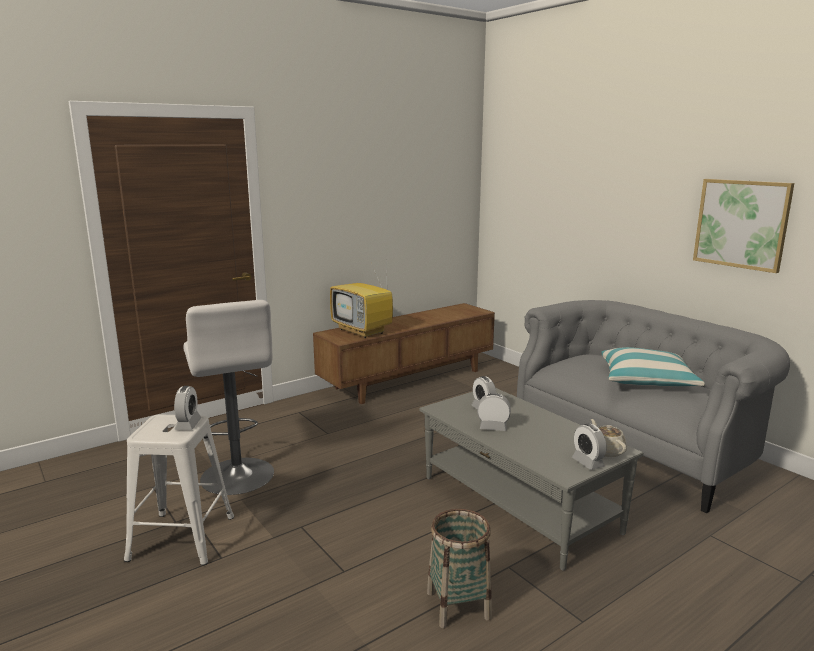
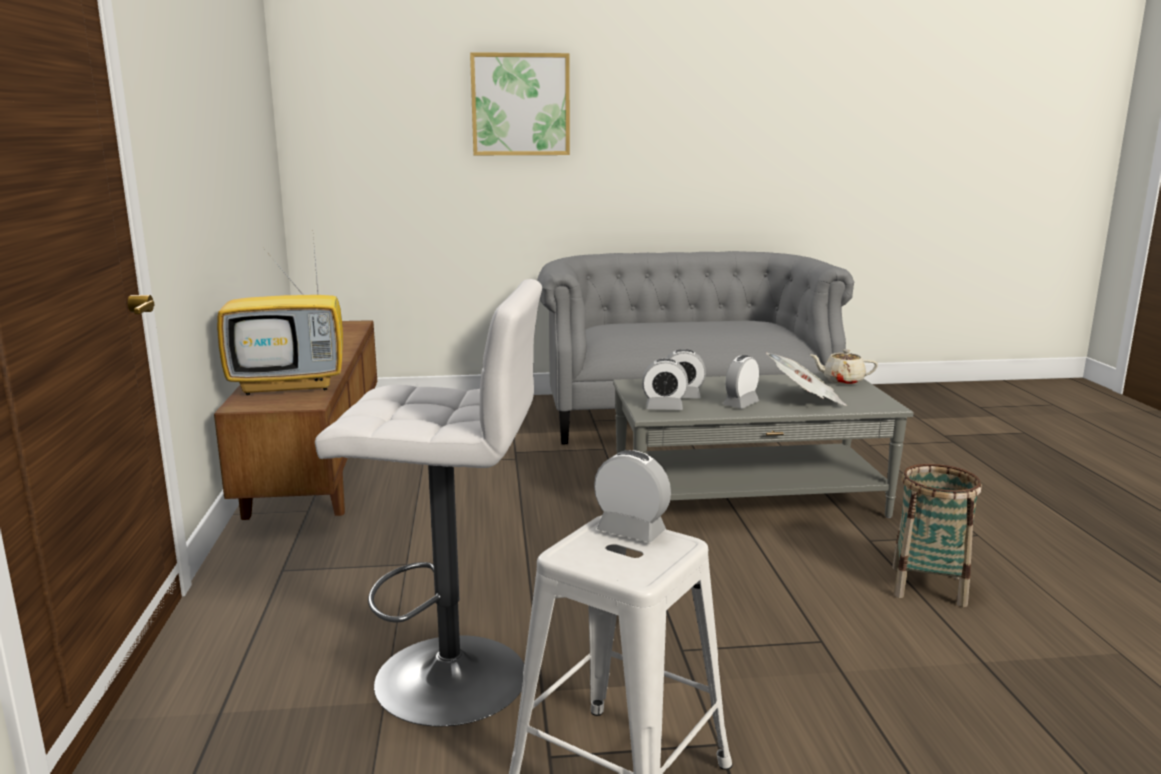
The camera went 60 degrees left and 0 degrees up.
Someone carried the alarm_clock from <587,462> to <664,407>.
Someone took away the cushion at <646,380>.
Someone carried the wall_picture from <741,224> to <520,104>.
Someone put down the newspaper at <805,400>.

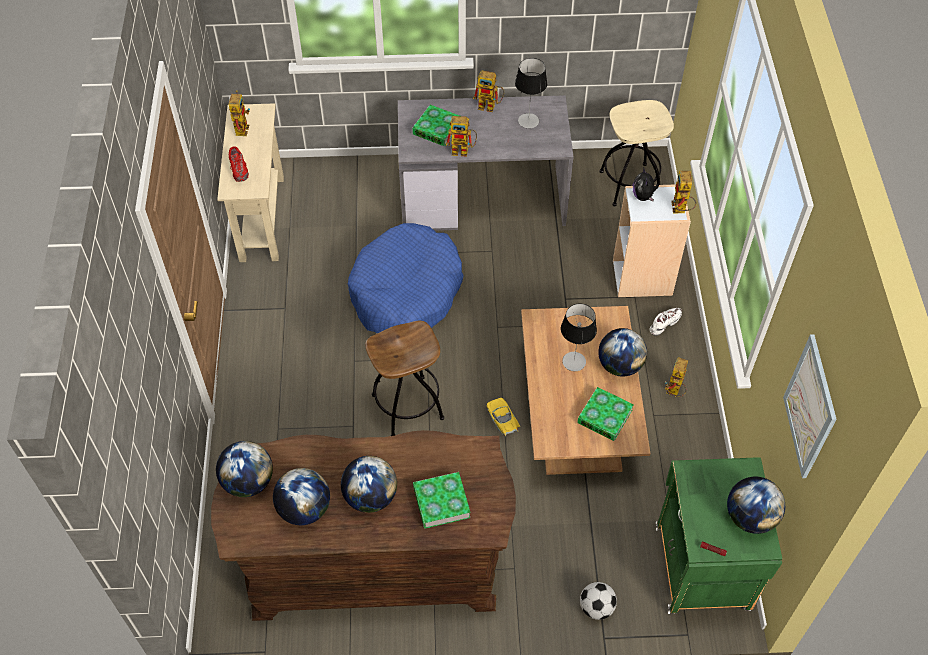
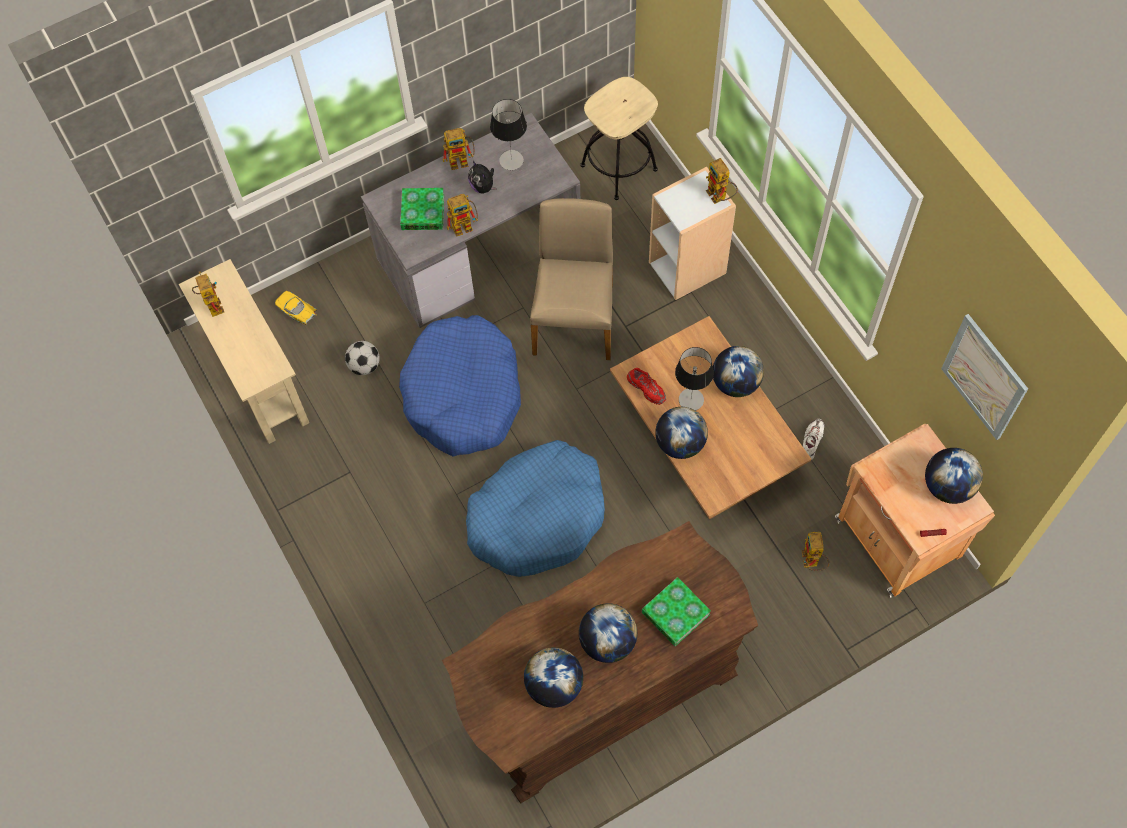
The camera went 25 degrees left and 10 degrees up.
Someone carried the desk_globe from <248,482> to <680,443>.
Someone carried the reddish_shoe from <239,170> to <646,389>.
Someone swapped the brown-coloured_sitting_stool at <407,406> for the blue-coloured_pet_bed at <538,516>.
Someone carried the yellow-coloured_model_car from <502,420> to <296,311>.
Someone took away the book at <604,416>.
Someone carried the football from <596,608> to <364,366>.
Someone carried the cuddly_toy from <643,196> to <483,186>.
Someone carried the white_shoe from <664,323> to <811,442>.
Someone repainted the green-coloured_cart at <701,570>, which became the brown-coloured_cart at <897,541>.
Someone carried the robot_figure from <674,392> to <812,562>.
Someone put down the beige_upright_chair at <575,318>.

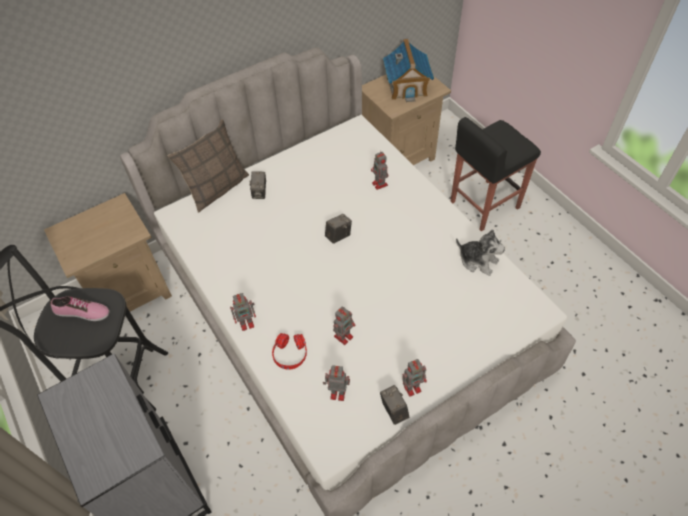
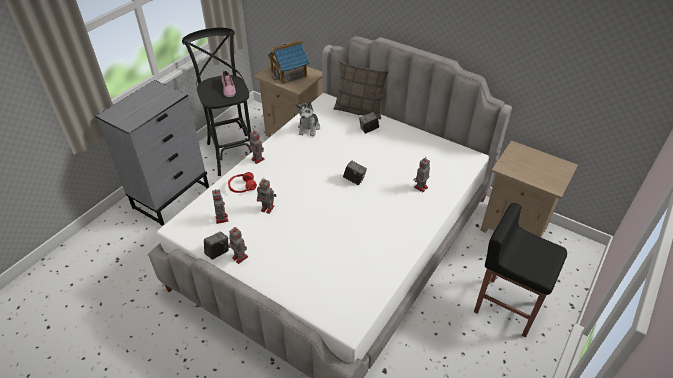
The camera went 65 degrees right and 10 degrees down.
Someone carried the toy_house from <407,86> to <289,74>.
Someone carried the cuddly_toy from <478,260> to <309,128>.

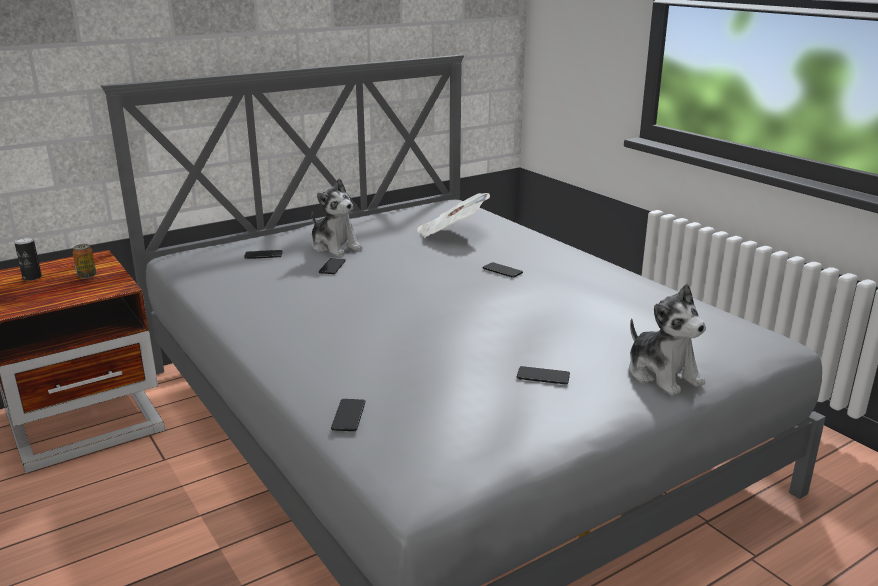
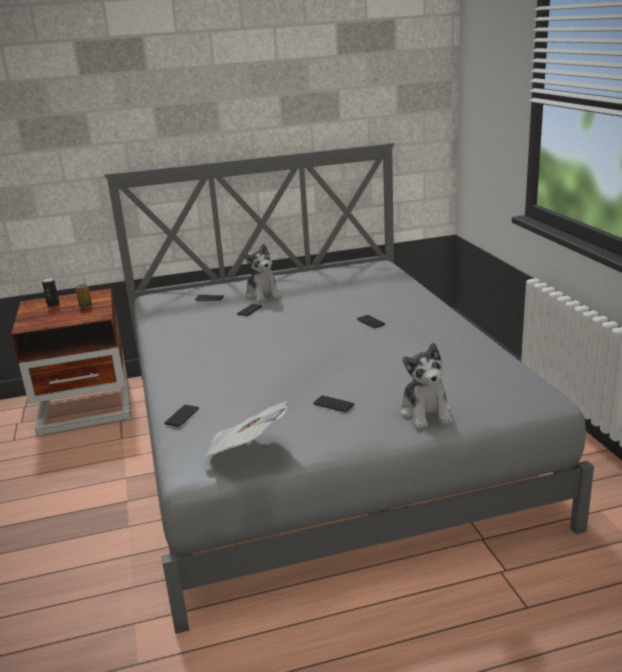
The camera went 20 degrees right and 0 degrees up.
Someone carried the newspaper from <451,233> to <246,450>.

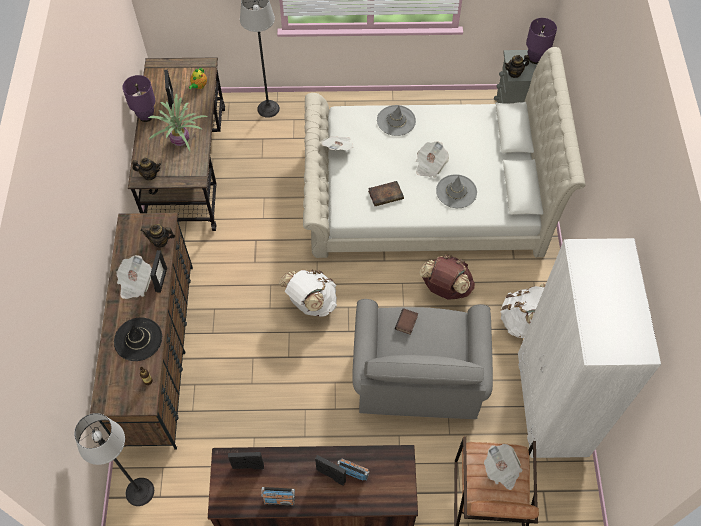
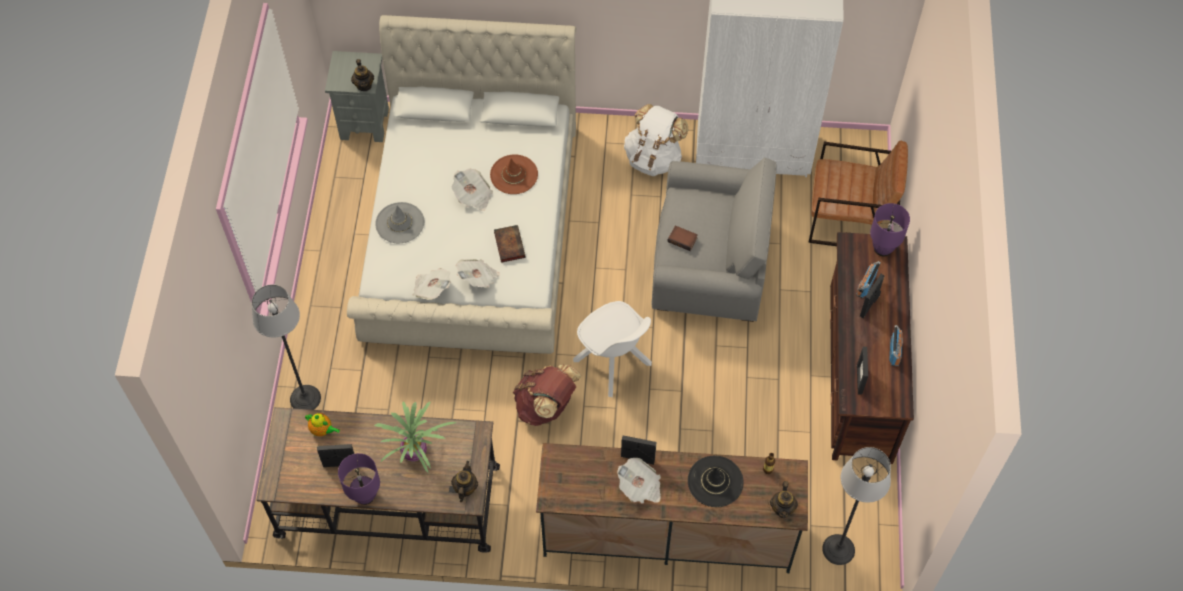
The camera went 85 degrees left and 0 degrees up.
Someone carried the teapot from <160,241> to <782,508>.
Someone swapped the white_backpack at <311,303> for the white_upright_chair at <613,363>.
Someone carried the brown-coloured_backpack from <445,288> to <546,406>.
Someone repainted the greyish_clothing_hat at <456,191>, which became the brown-coloured_clothing_hat at <514,175>.
Someone carried the newspaper from <501,470> to <478,278>.
Someone carried the purple-coloured_lamp_for_a_table from <535,59> to <882,249>.

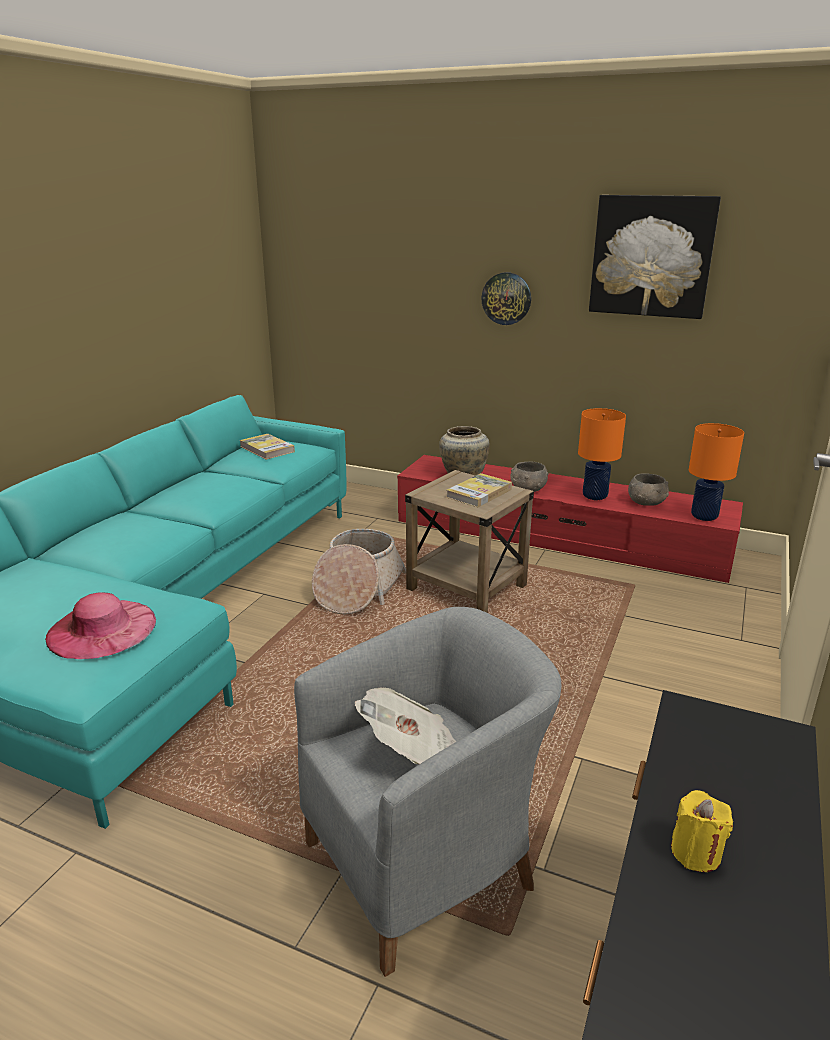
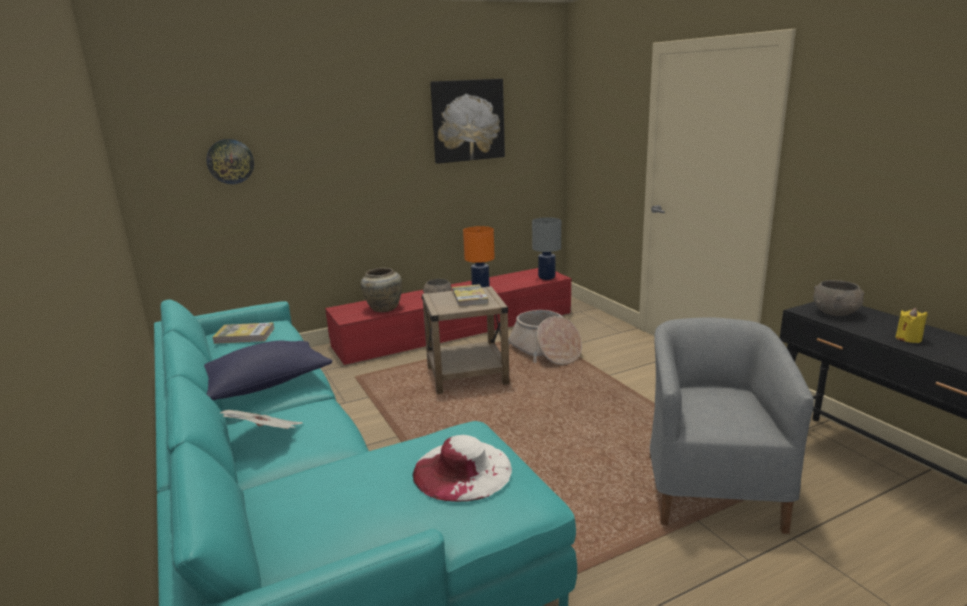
The camera went 50 degrees left and 5 degrees down.
Someone repainted the pink_clothing_hat at <101,629>, which became the white_clothing_hat at <462,470>.
Someone carried the storage_basket from <358,589> to <545,352>.
Someone carried the newspaper from <412,750> to <266,436>.
Someone carried the wall_clock from <506,298> to <230,161>.
Someone carried the greyish_bowl from <646,503> to <836,312>.
Someone repainted the orange-coloured_lamp_for_a_table at <704,518>, which became the greyish_lamp_for_a_table at <546,278>.
Someone put down the blue-coloured_cushion at <263,386>.

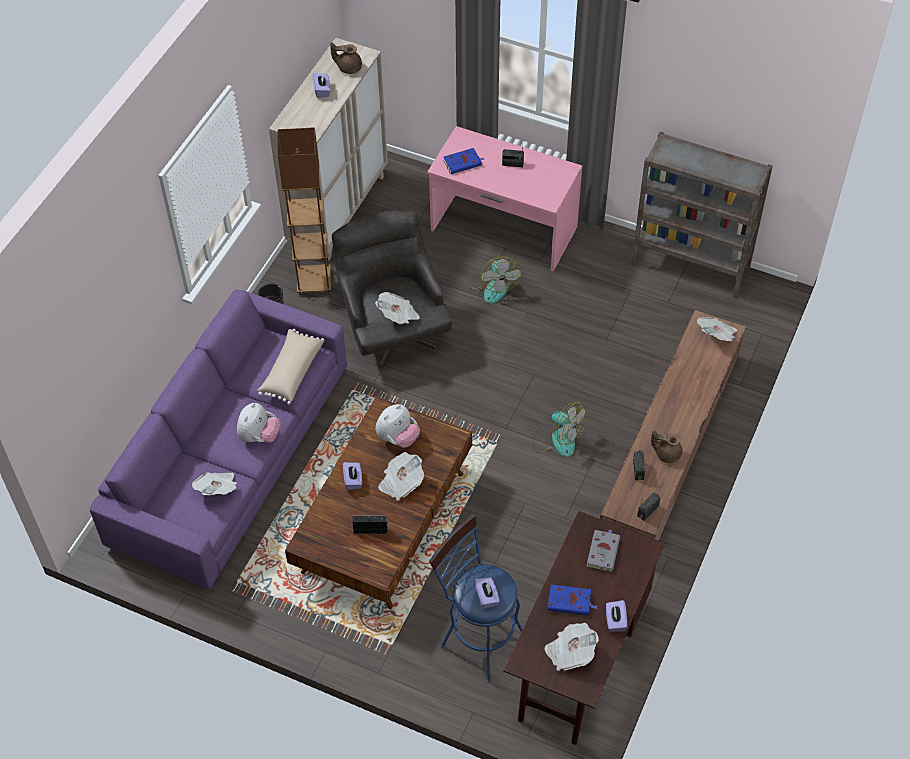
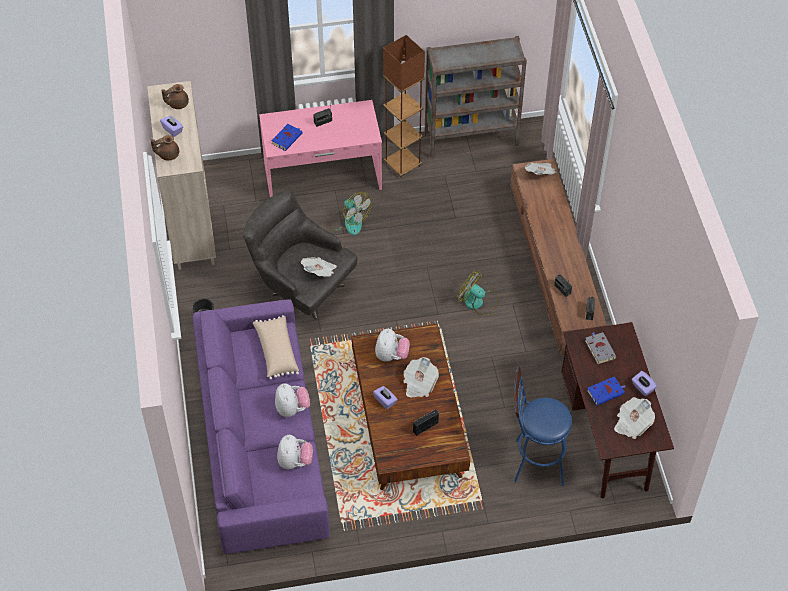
The camera went 35 degrees left and 0 degrees up.
Someone swapped the newspaper at <218,489> for the cuddly_toy at <294,461>.
Someone carried the brown-coloured_floor_lamp from <314,282> to <402,164>.
Someone took away the purple-coloured_tissue_holder at <486,597>.
Someone rotated the fan at <557,438> by 150 degrees counterclockwise.
Someone carried the brown-coloured_teapot from <666,453> to <167,154>.

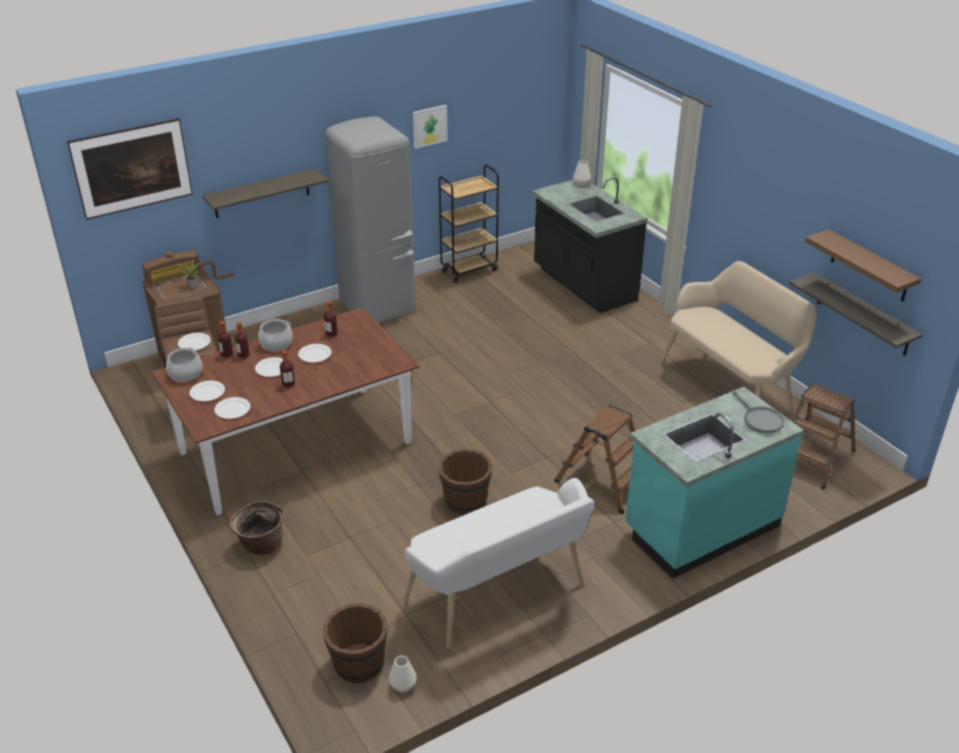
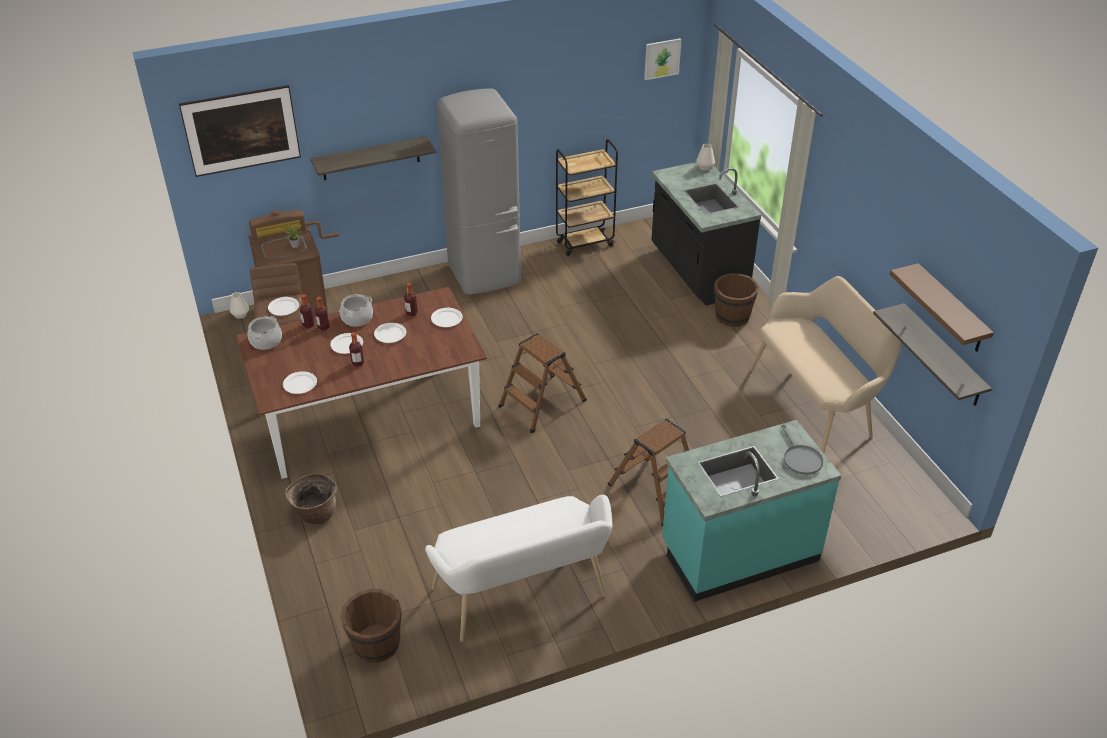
The camera went 10 degrees right and 5 degrees up.
Someone carried the white_plate from <207,392> to <446,319>.
Someone carried the white_flower_vase from <402,685> to <240,314>.
Someone carried the wall_picture from <429,126> to <662,58>.
Someone carried the brown-coloured_bucket from <465,501> to <732,316>.
Someone carried the brown-coloured_step_stool from <814,458> to <542,403>.

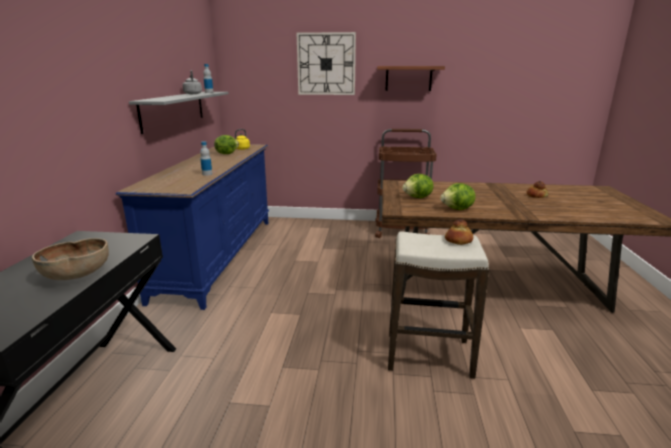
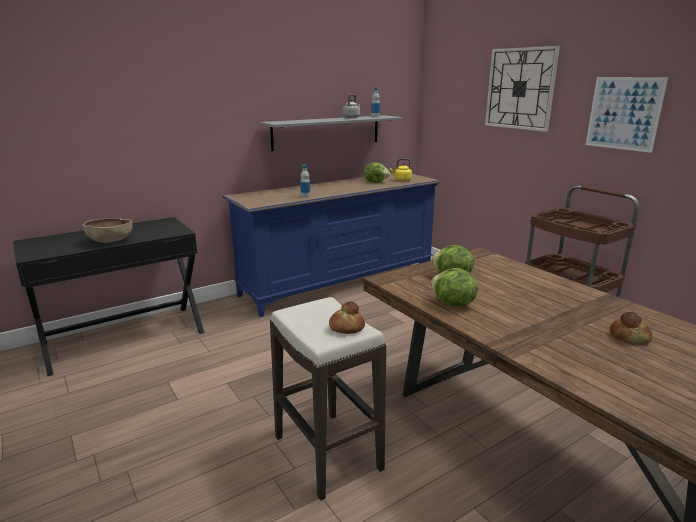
The camera went 50 degrees right and 0 degrees up.
Someone swapped the bracket_shelf at <408,78> for the wall_picture at <623,113>.

